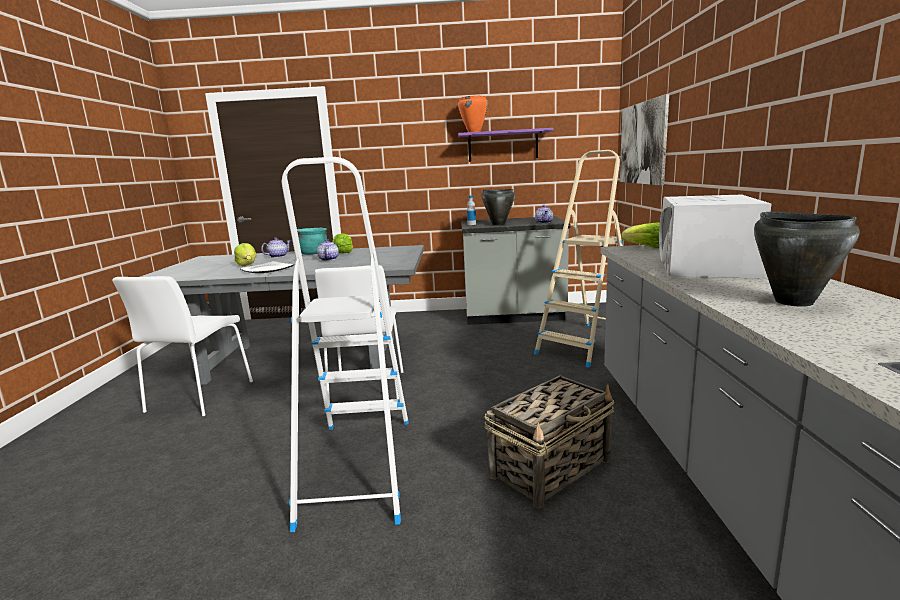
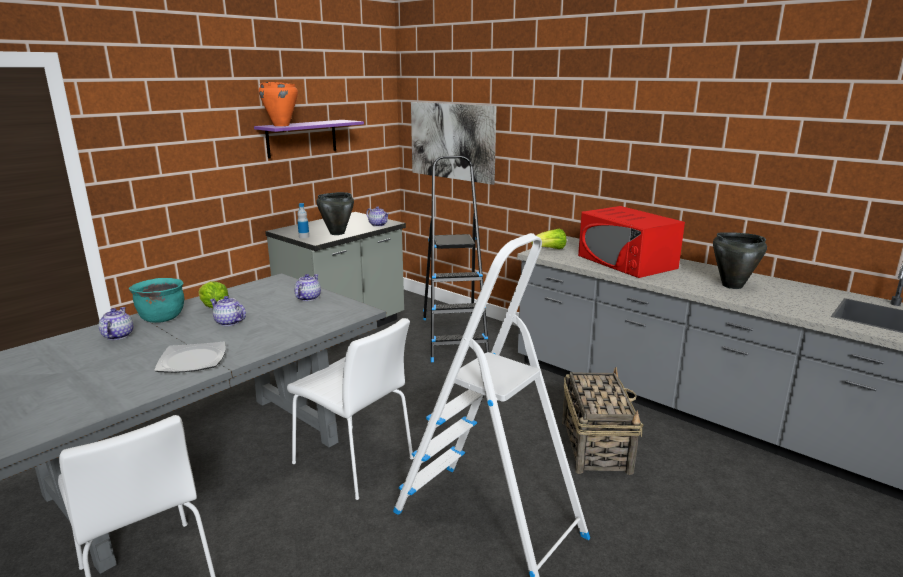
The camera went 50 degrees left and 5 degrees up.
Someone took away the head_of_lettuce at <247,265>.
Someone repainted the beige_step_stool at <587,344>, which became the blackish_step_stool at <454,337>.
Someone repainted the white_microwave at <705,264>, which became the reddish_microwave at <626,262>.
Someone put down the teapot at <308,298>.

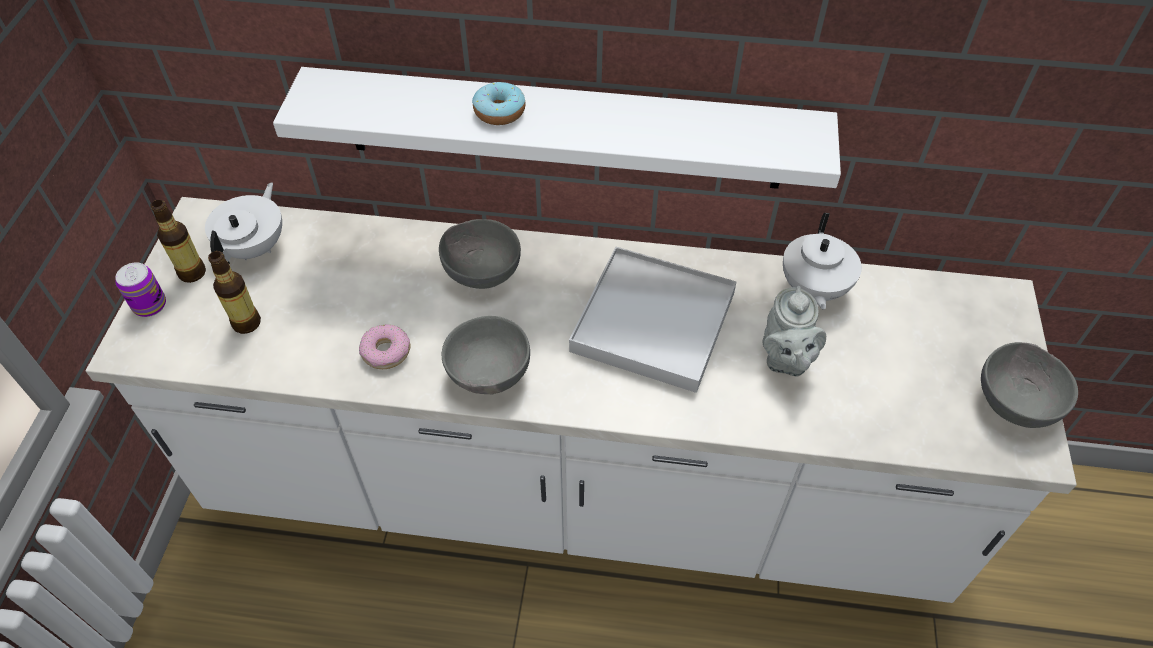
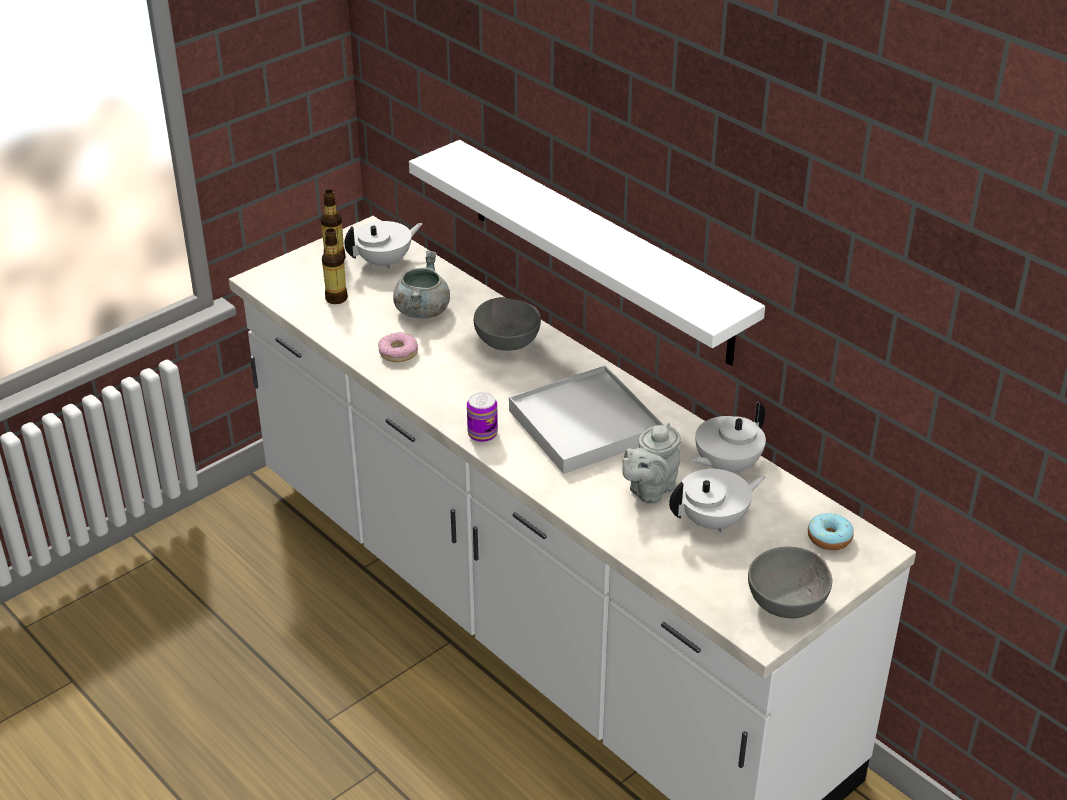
The camera went 40 degrees right and 15 degrees down.
Someone carried the metal_can from <150,305> to <482,434>.
Someone took away the greyish_bowl at <487,375>.
Someone carried the doughnut from <499,112> to <829,538>.
Someone put down the greyish_saucepot at <422,310>.
Someone put down the white_teapot at <714,521>.

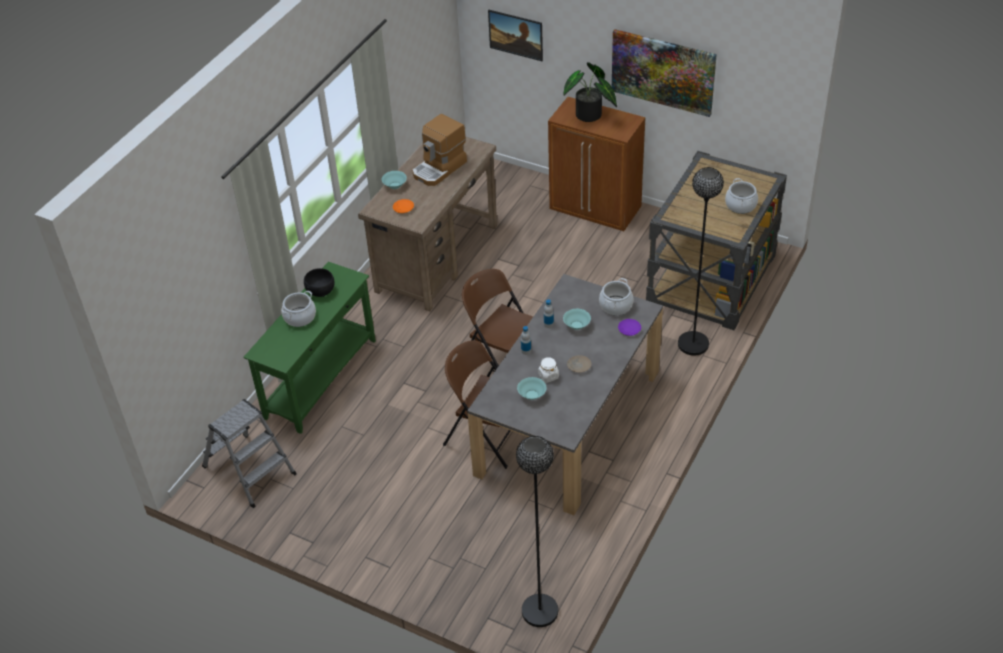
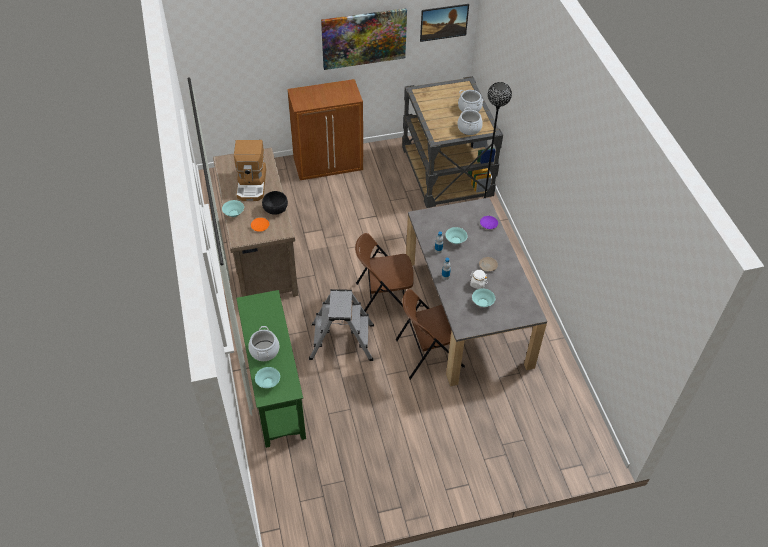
The camera went 45 degrees left and 5 degrees up.
Someone carried the greyish_step_stool from <249,469> to <341,341>.
Someone carried the blackish_bowl from <320,291> to <275,209>.
Someone carried the wall_picture from <516,44> to <443,30>.
Someone took away the blackish_floor_lamp at <539,611>.
Someone took away the plant_in_a_pot at <589,117>.
Someone carried the saucepot from <615,305> to <469,128>.
Someone put down the turquoise_bowl at <268,382>.

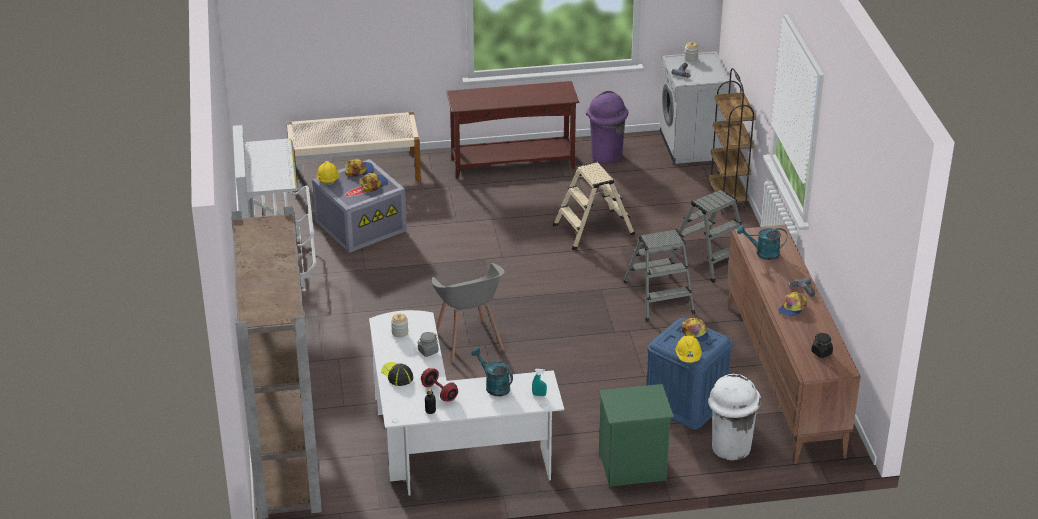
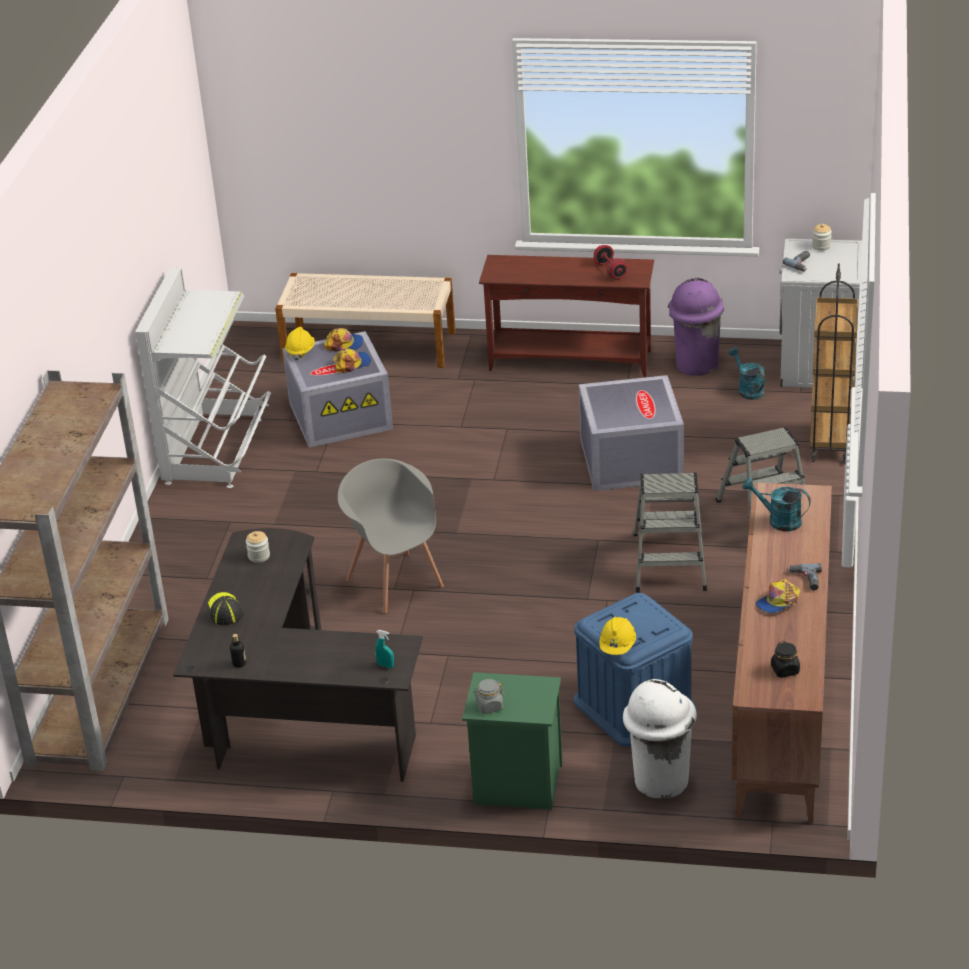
The camera went 20 degrees right and 0 degrees up.
Someone repainted the white_desk_unit at <444,448>, which became the blackish_desk_unit at <292,716>.
Someone carried the greyish_jar from <428,351> to <489,706>.
Someone carried the reddish_free_weight from <439,392> to <610,271>.
Someone rotated the greyish_upright_chair at <468,341> by 150 degrees clockwise.
Someone carried the turquoise_watering_pot from <494,386> to <748,389>.
Someone swapped the beige_step_stool at <593,229> for the greyish_storage_container at <629,460>.
Someone took away the cap at <695,334>.

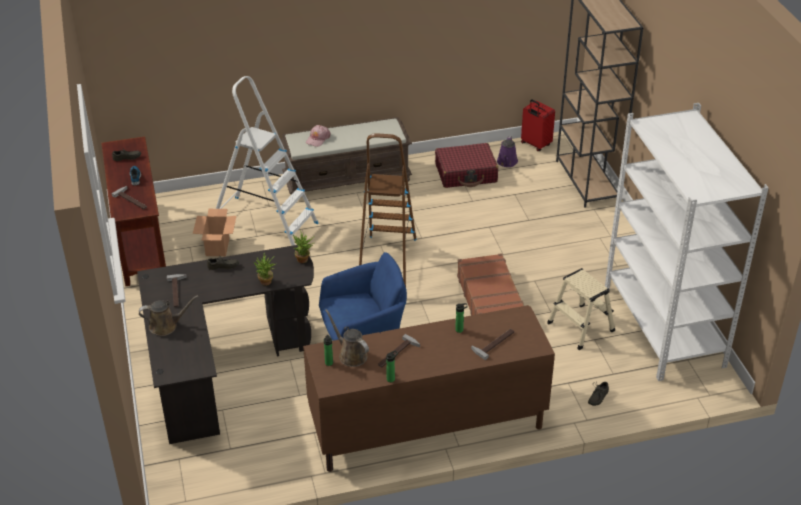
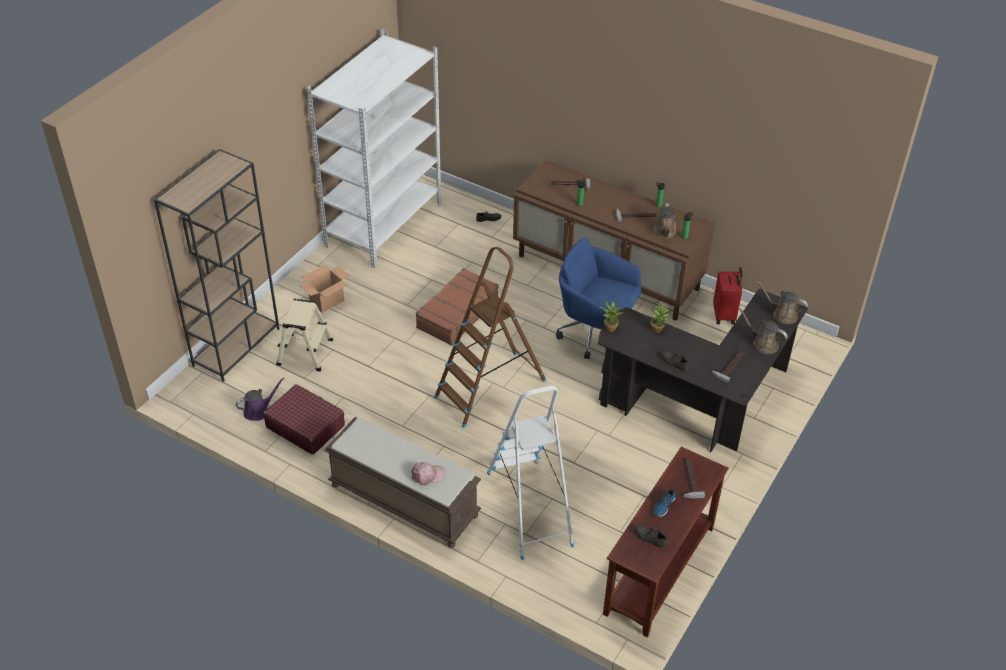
The camera went 135 degrees left and 5 degrees up.
Someone carried the packing_box from <217,247> to <327,301>.
Someone carried the reddish_suitcase from <535,144> to <724,315>.
Someone carried the beige_step_stool from <581,327> to <305,352>.
Someone put down the brown-coloured_watering_pot at <782,314>.

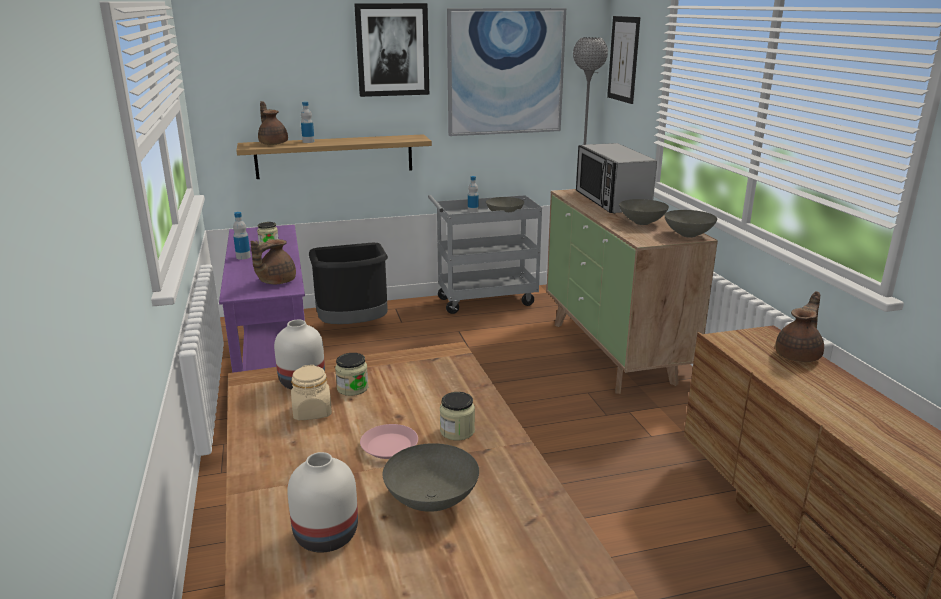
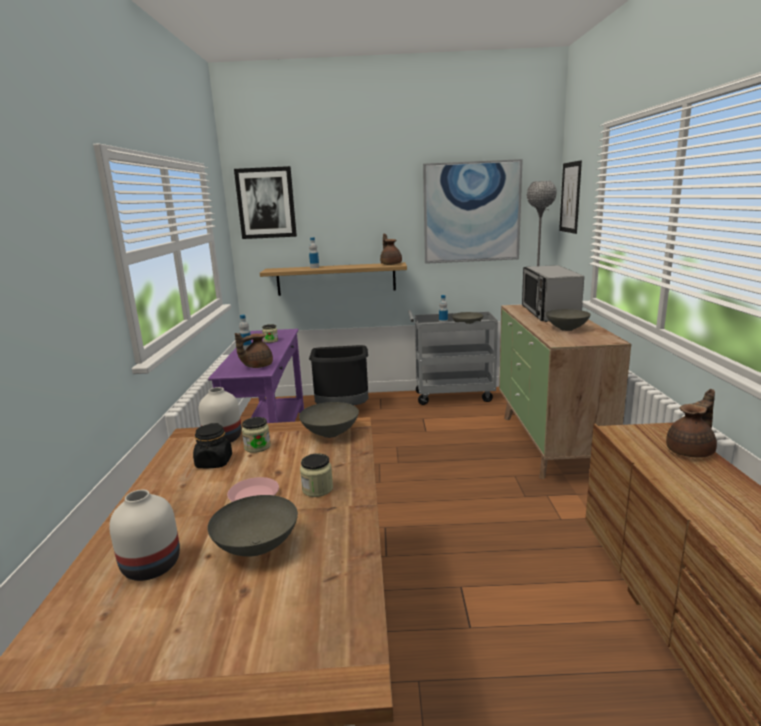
The camera went 15 degrees right and 5 degrees down.
Someone carried the brown-coloured_teapot from <273,143> to <391,264>.
Someone repainted the beige_jar at <312,412>, which became the blackish_jar at <214,462>.
Someone carried the wall_picture from <392,50> to <266,203>.
Someone carried the greyish_bowl from <687,235> to <329,433>.

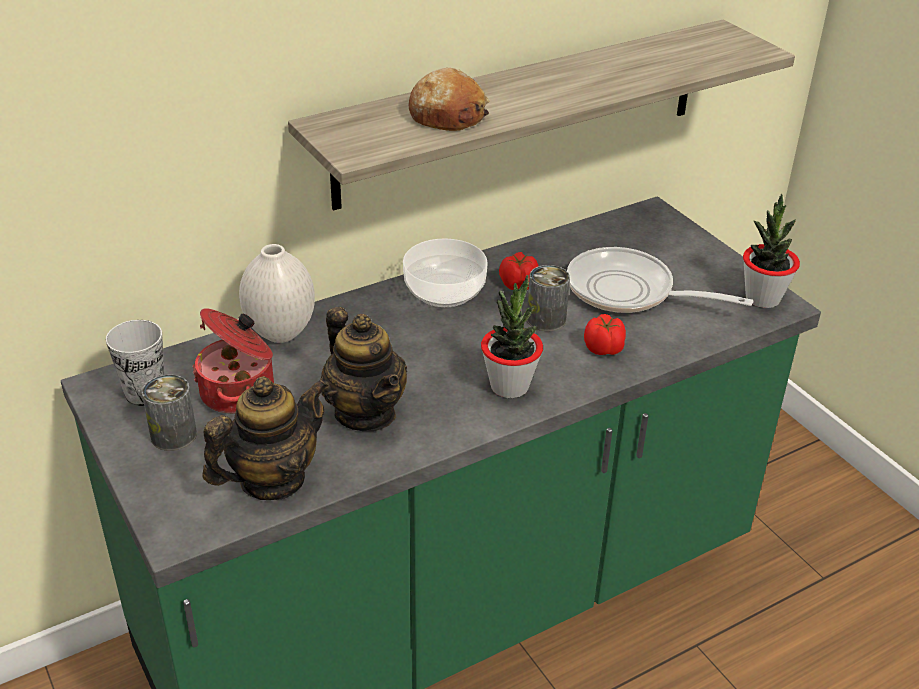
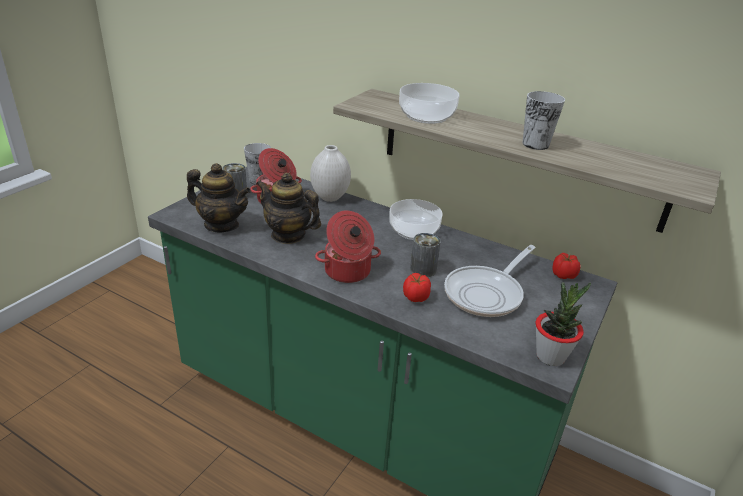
The camera went 60 degrees right and 5 degrees down.
Someone rotated the teapot at <365,413> by 90 degrees clockwise.
Someone swapped the bread at <448,115> for the bowl at <427,116>.
Someone swapped the plant_in_a_pot at <509,386> for the saucepot at <347,272>.
Someone carried the whole_tomato from <517,284> to <563,275>.
Someone rotated the skillet at <628,292> by 135 degrees counterclockwise.
Someone put down the cup at <535,144>.

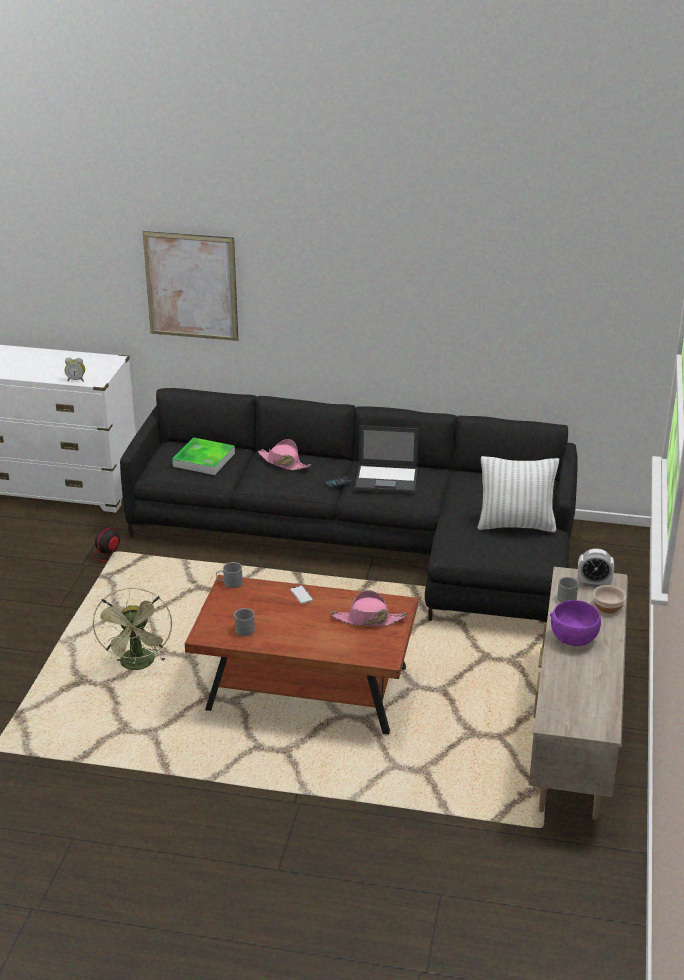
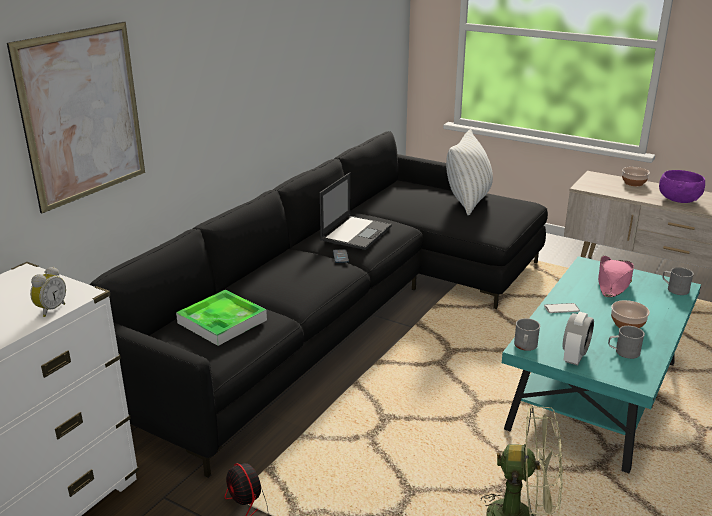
The camera went 70 degrees left and 5 degrees down.
Someone repainted the brown-coloured_lounge_table at <306,690>, which became the turquoise_lounge_table at <594,397>.
Someone took away the pink_clothing_hat at <283,462>.
Someone carried the greyish_tea_mug from <568,597> to <674,289>.
Someone carried the alarm_clock from <594,583> to <574,357>.
Someone put down the bowl at <627,324>.

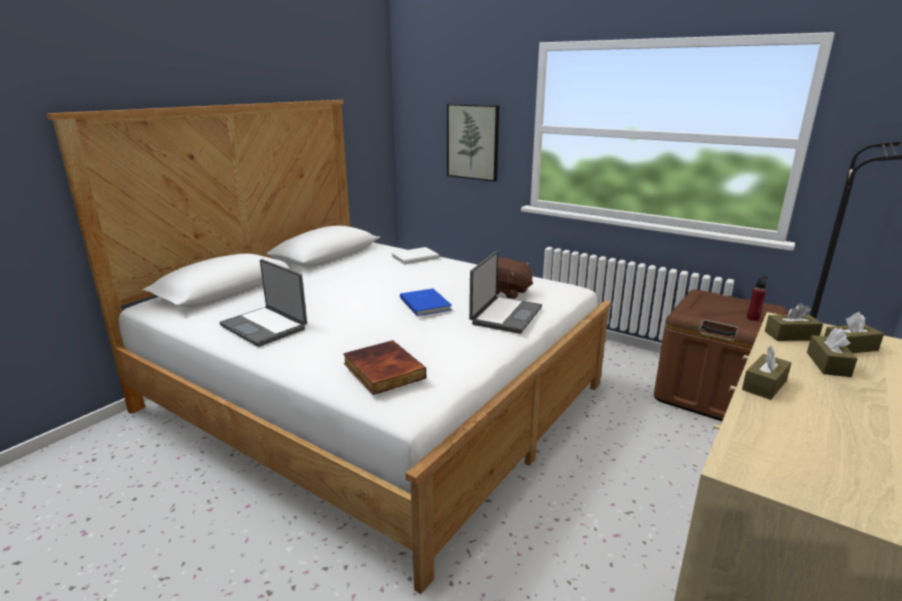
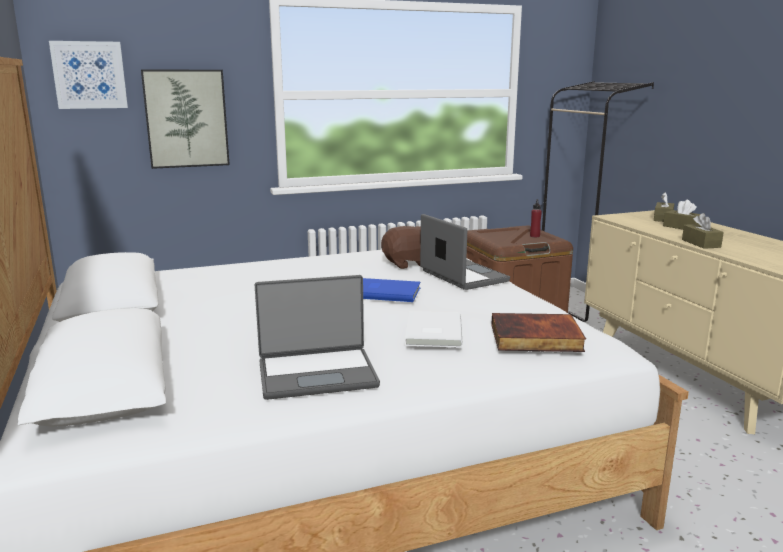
The camera went 55 degrees left and 5 degrees down.
Someone carried the white_book from <414,257> to <431,332>.
Someone took away the brown-coloured_tissue_holder at <791,336>.
Someone put up the wall_picture at <89,75>.

